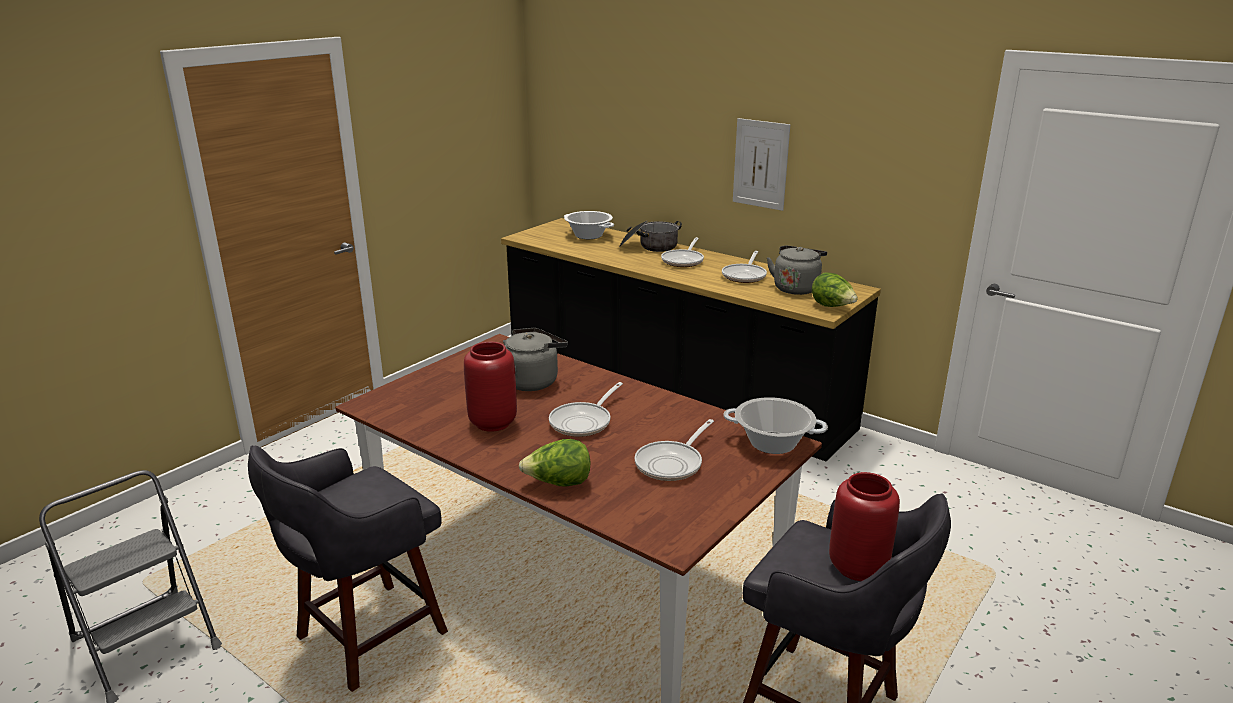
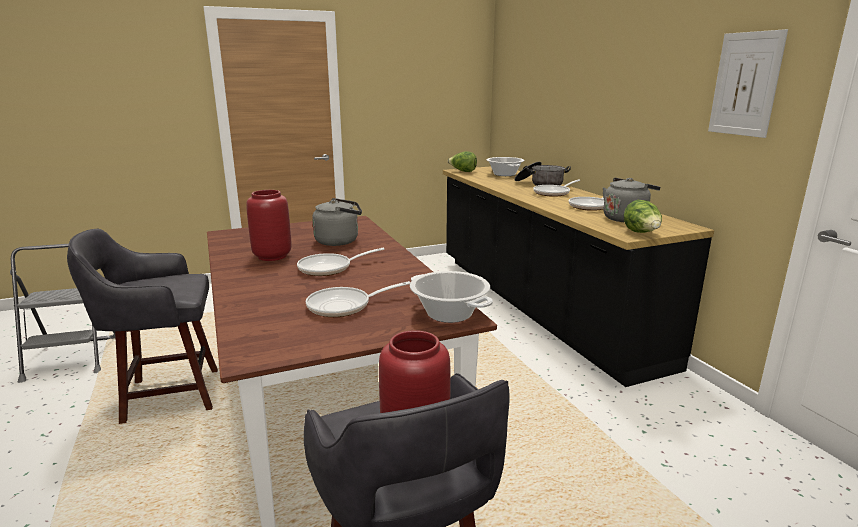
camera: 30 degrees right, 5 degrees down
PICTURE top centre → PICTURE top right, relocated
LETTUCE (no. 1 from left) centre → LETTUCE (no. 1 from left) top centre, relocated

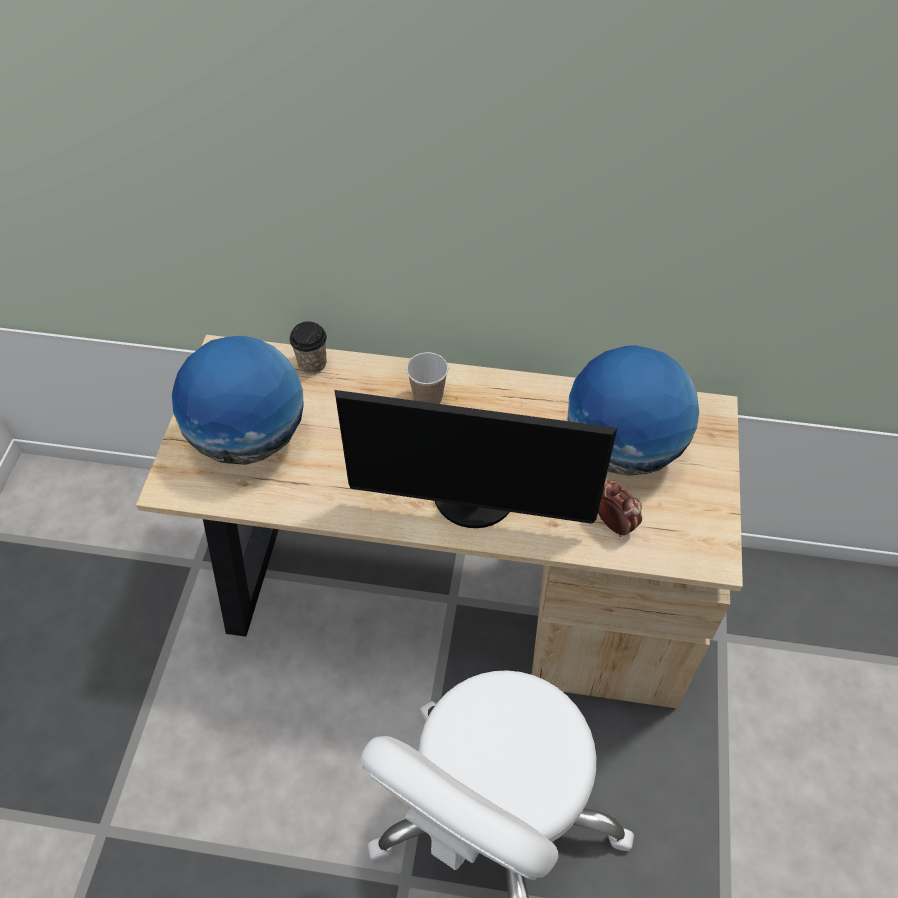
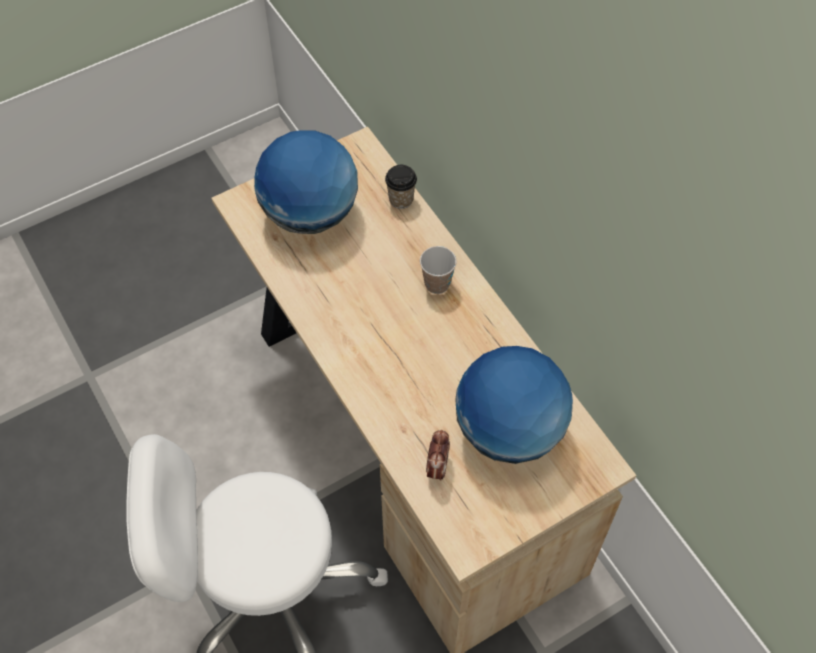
camera: 50 degrees right, 5 degrees up
MONITOR centre → -

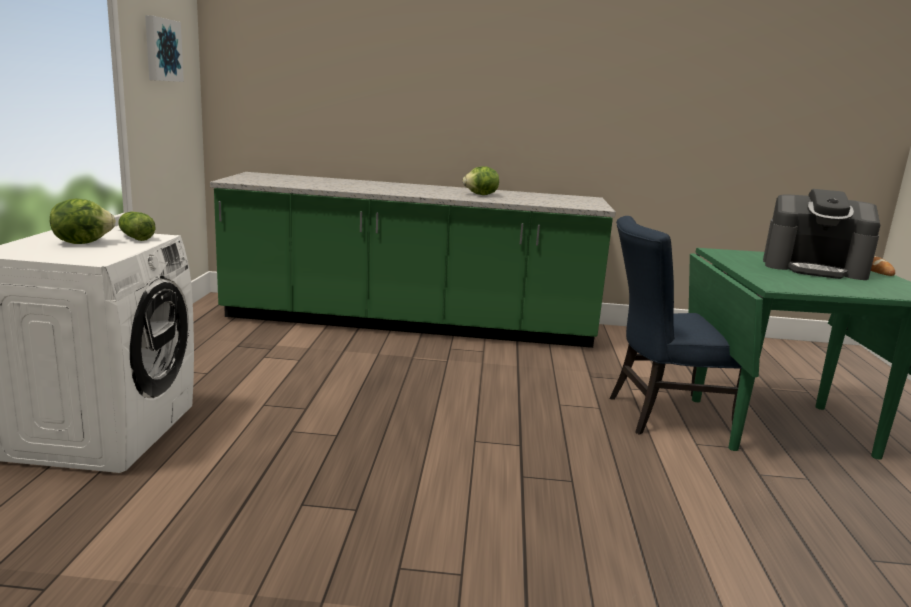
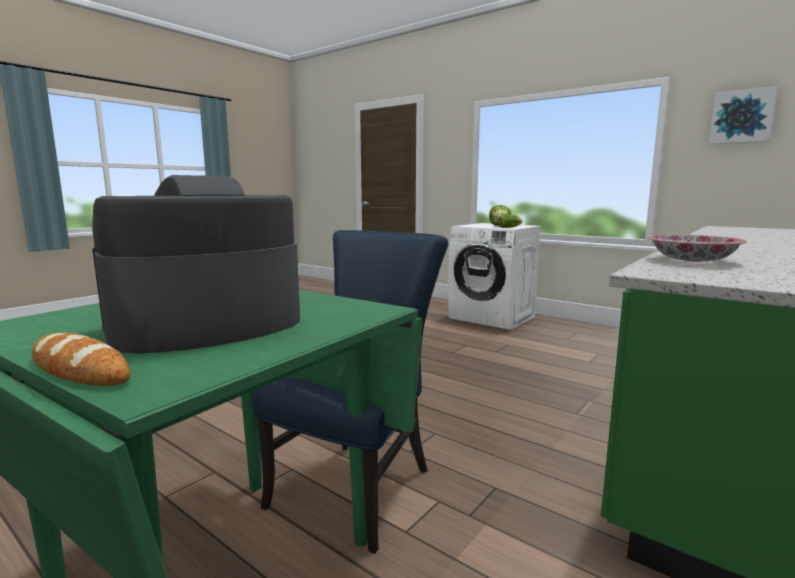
camera: 125 degrees right, 5 degrees down
LETTUCE (no. 3 from left) top centre → -
- → BOWL middle right

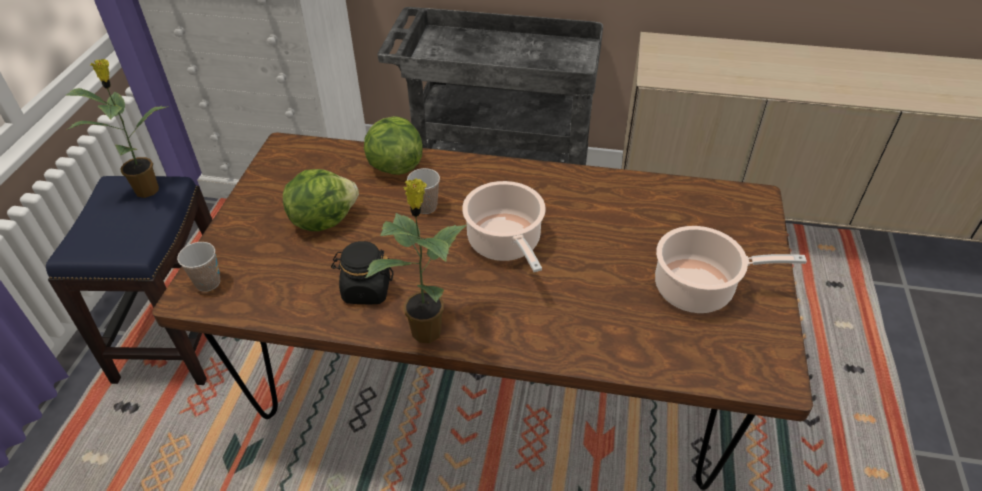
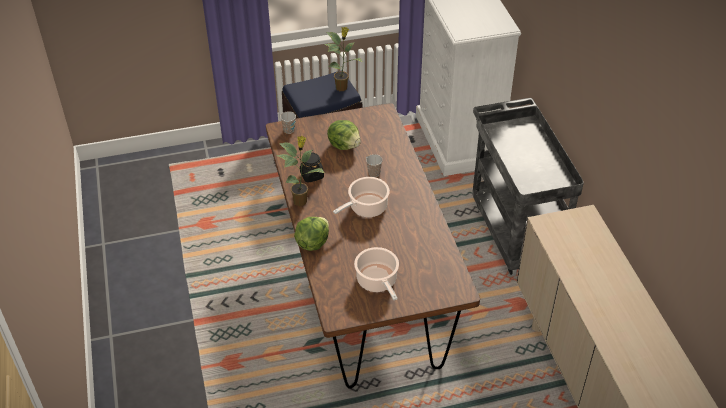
camera: 65 degrees right, 0 degrees up
LETTUCE (no. 2 from left in the first image) top centre → LETTUCE (no. 1 from left) centre, relocated

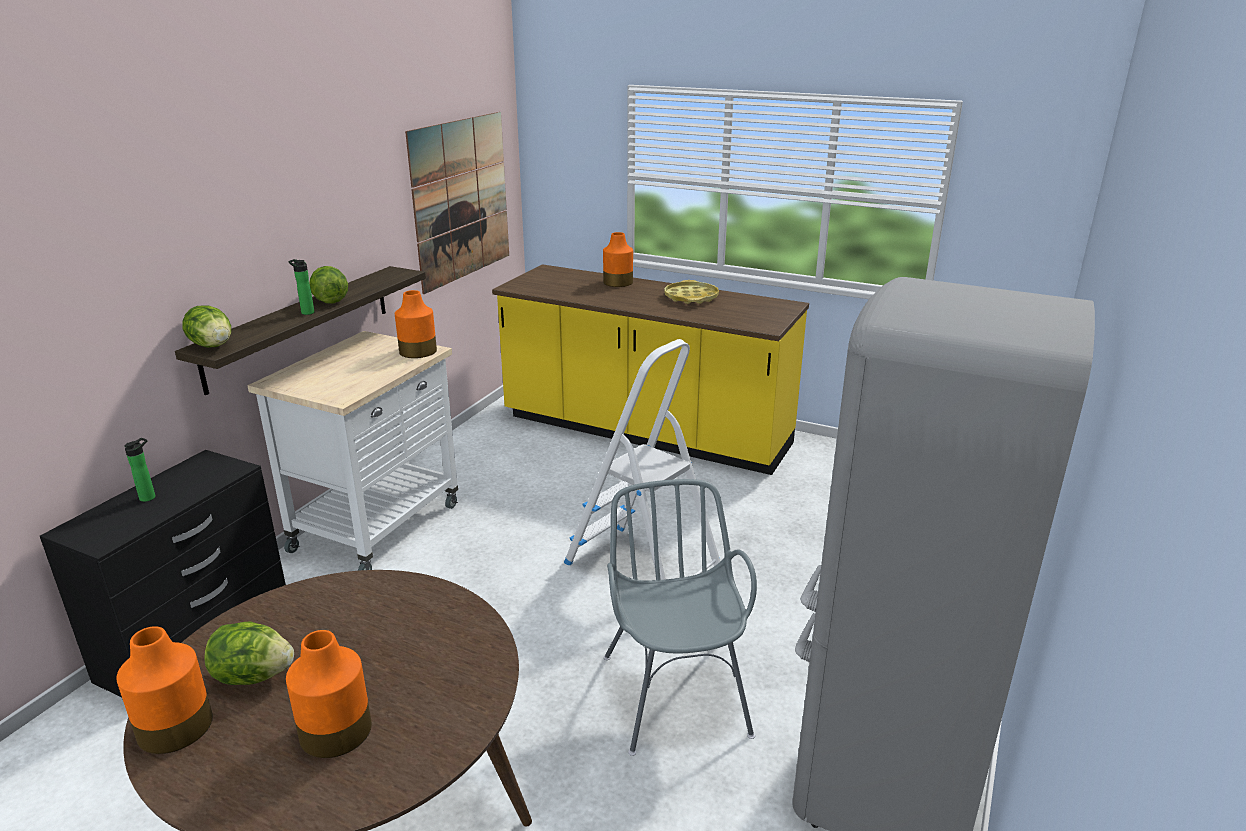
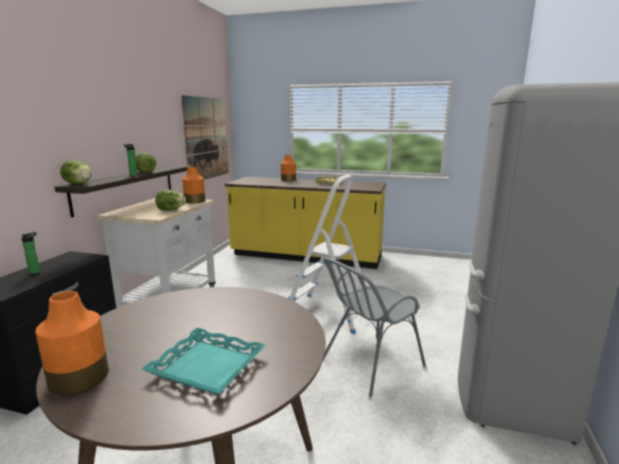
camera: 10 degrees left, 10 degrees down
GREY CHAIR bottom centre, 105 degrees counterclockwise
LETTUCE (no. 2 from left in the first image) bottom left → LETTUCE (no. 3 from left) middle left, relocated
ORANGE VASE (no. 2 from left) bottom left → TURQUOISE TRAY bottom left

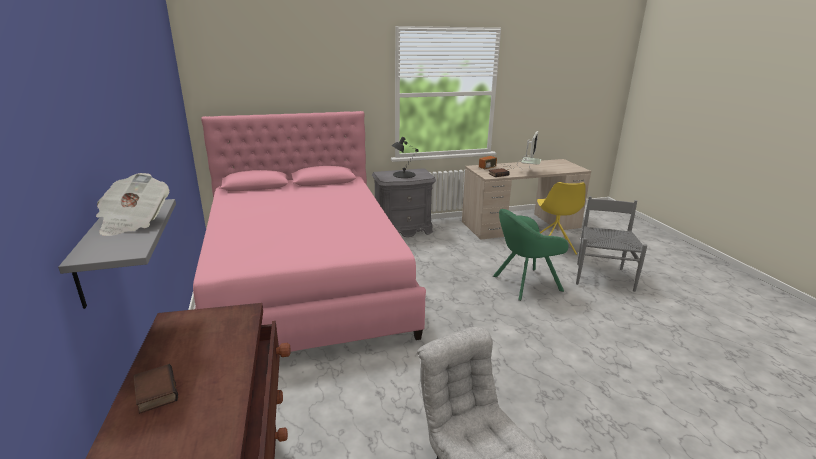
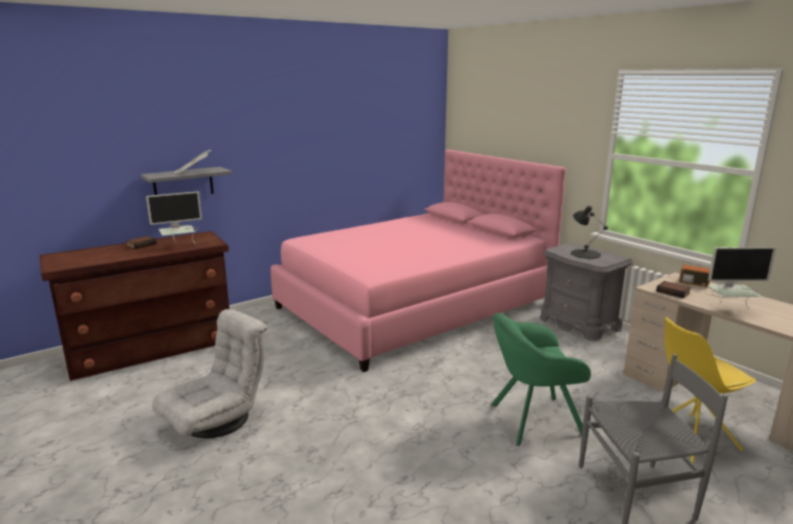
camera: 70 degrees right, 5 degrees down
GREEN ARMCHAIR centre → GREEN ARMCHAIR bottom right, 60 degrees counterclockwise
- → MONITOR (no. 1 from left) middle left

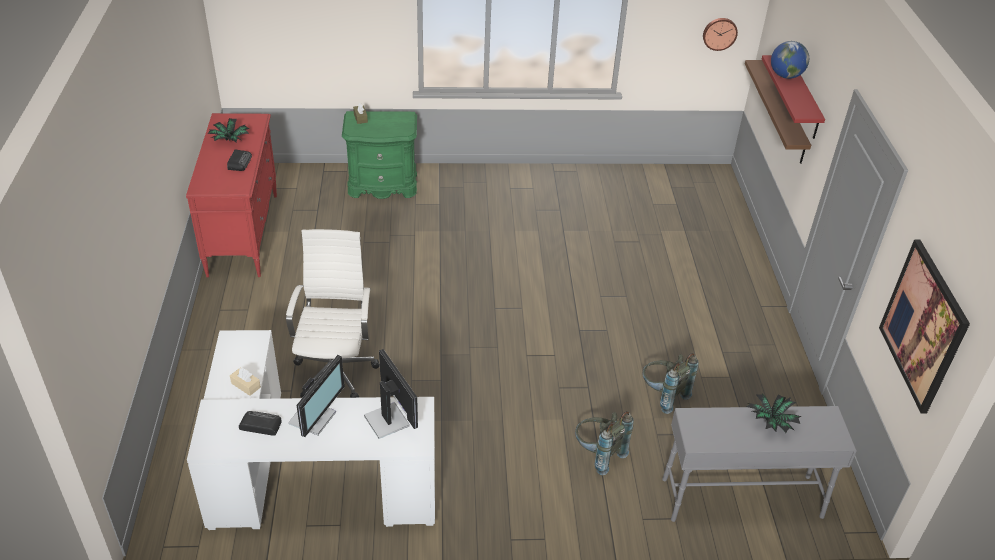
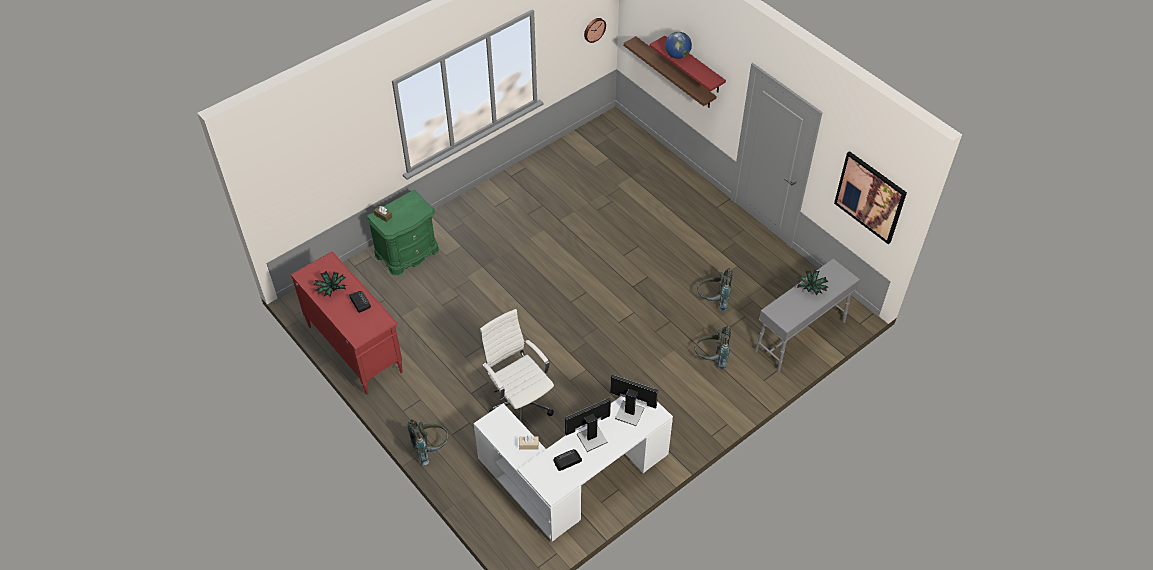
camera: 35 degrees left, 10 degrees up
MONITOR (no. 1 from left) bottom left → MONITOR (no. 1 from left) bottom centre, 105 degrees counterclockwise
- → GREY BACKPACK (no. 1 from left) bottom centre

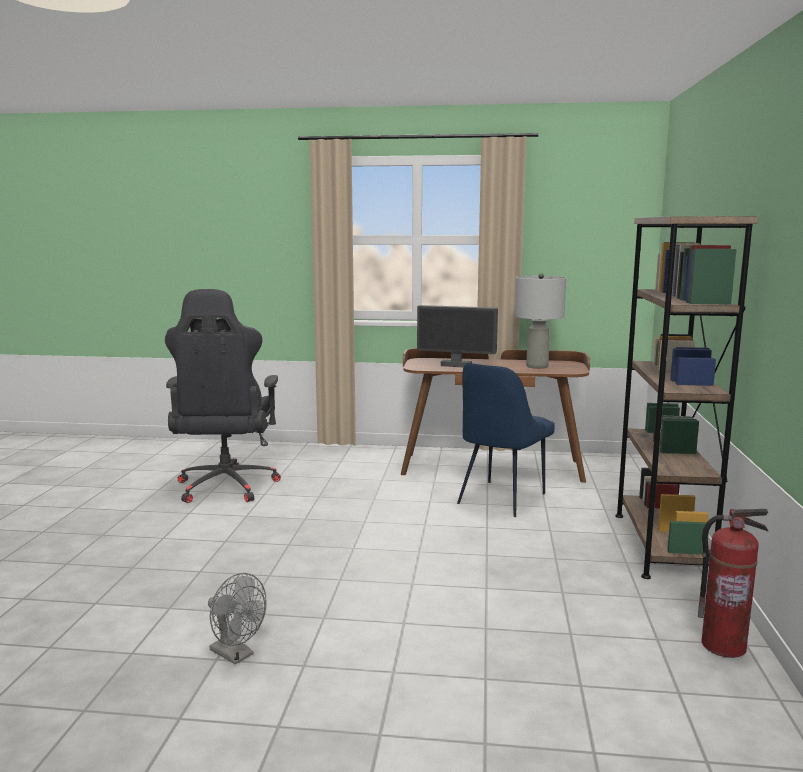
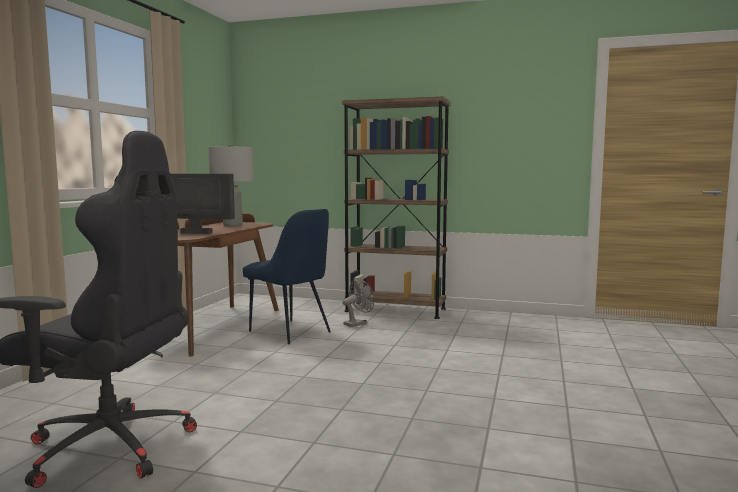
camera: 80 degrees left, 5 degrees down
MONITOR centre → MONITOR middle left, 105 degrees counterclockwise
FIRE EXTINGUISHER bottom right → -
GREY FAN bottom left → GREY FAN centre, relocated

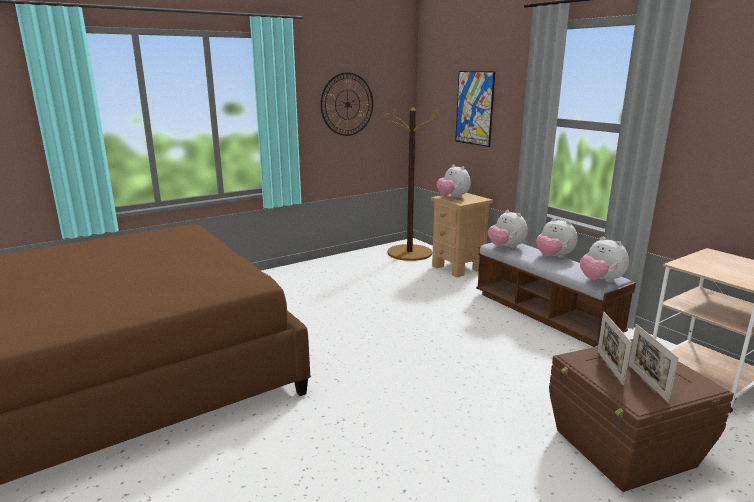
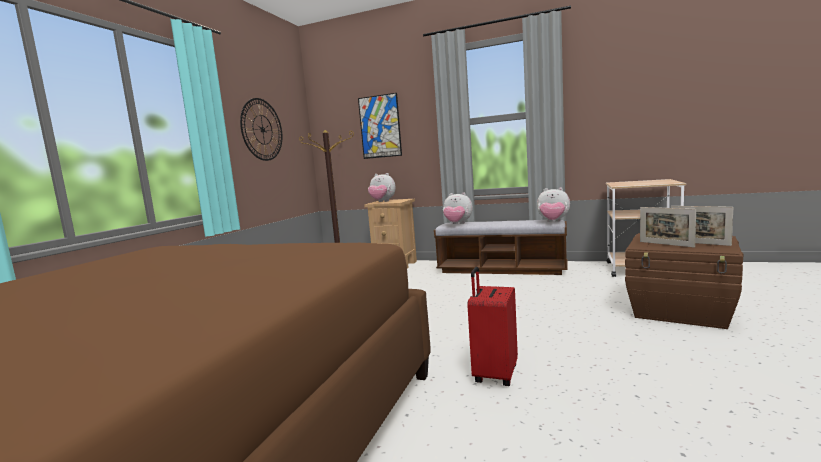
camera: 35 degrees left, 10 degrees down
PLUSH TOY (no. 3 from left) middle right → -
- → RED SUITCASE bottom centre

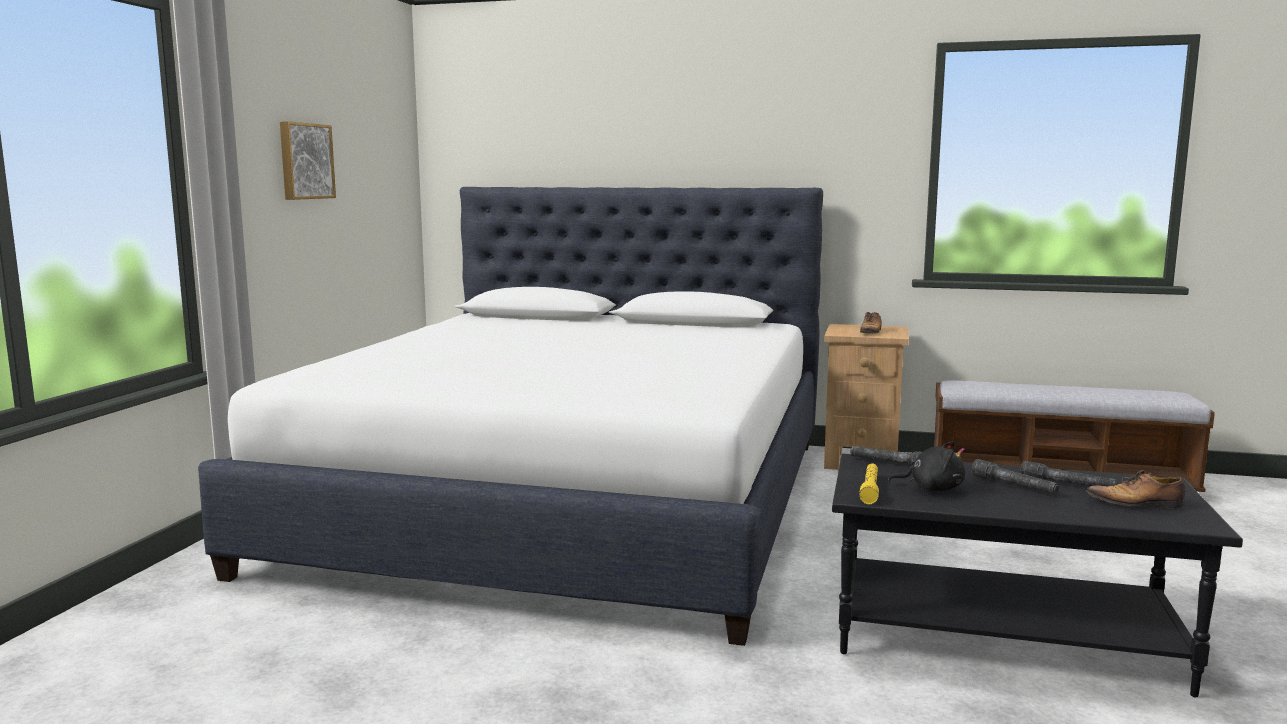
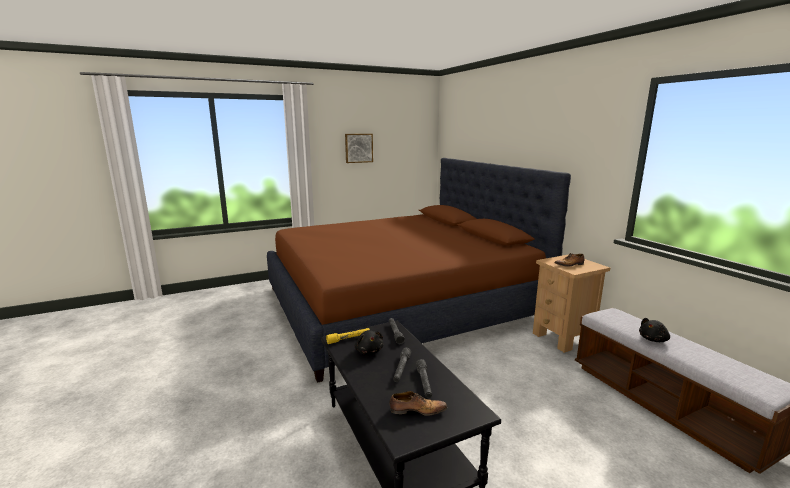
camera: 50 degrees right, 5 degrees up
WHITE BED centre → BROWN BED centre
SHOE (no. 2 from left in the first image) bottom right → SHOE (no. 1 from left) bottom centre, 120 degrees clockwise
- → BLACK PLUSH TOY (no. 2 from left) bottom right

